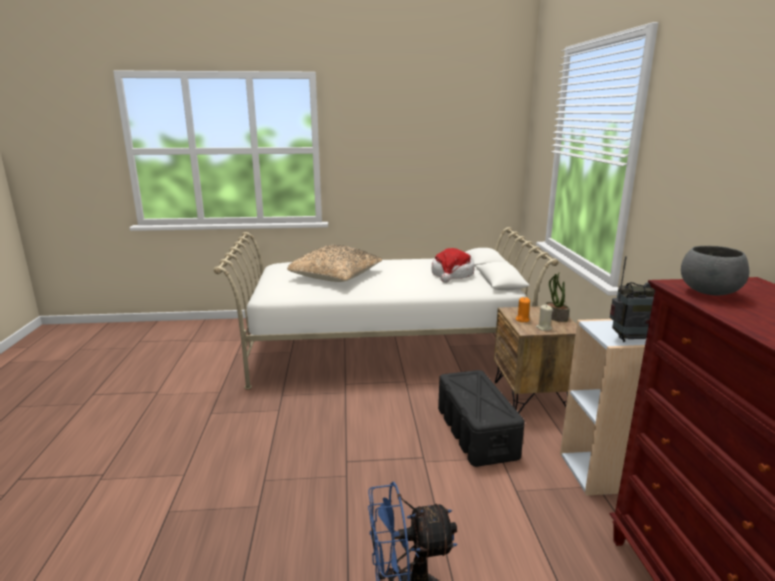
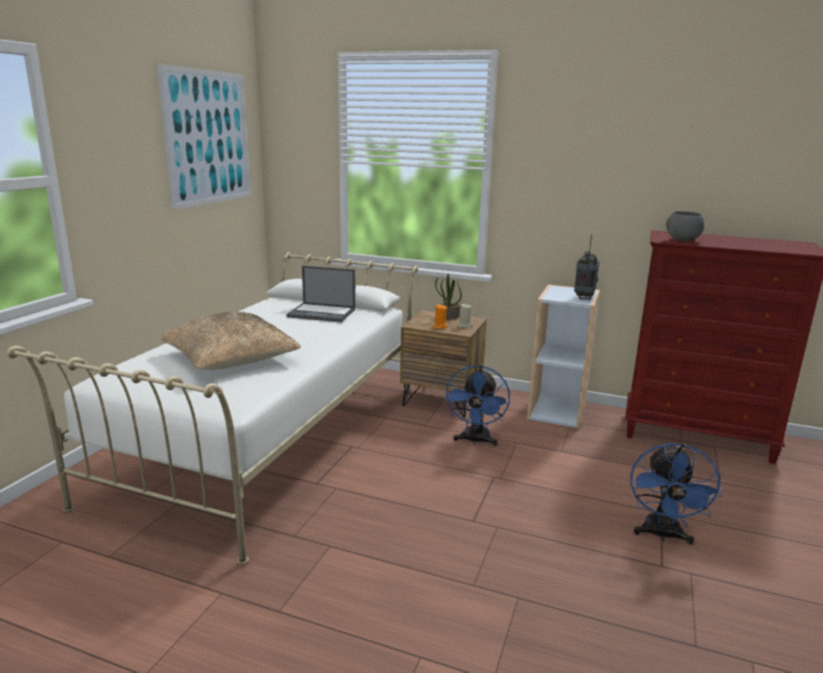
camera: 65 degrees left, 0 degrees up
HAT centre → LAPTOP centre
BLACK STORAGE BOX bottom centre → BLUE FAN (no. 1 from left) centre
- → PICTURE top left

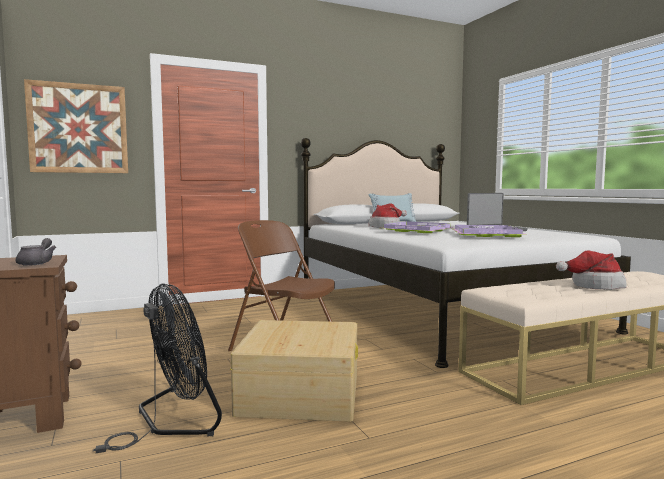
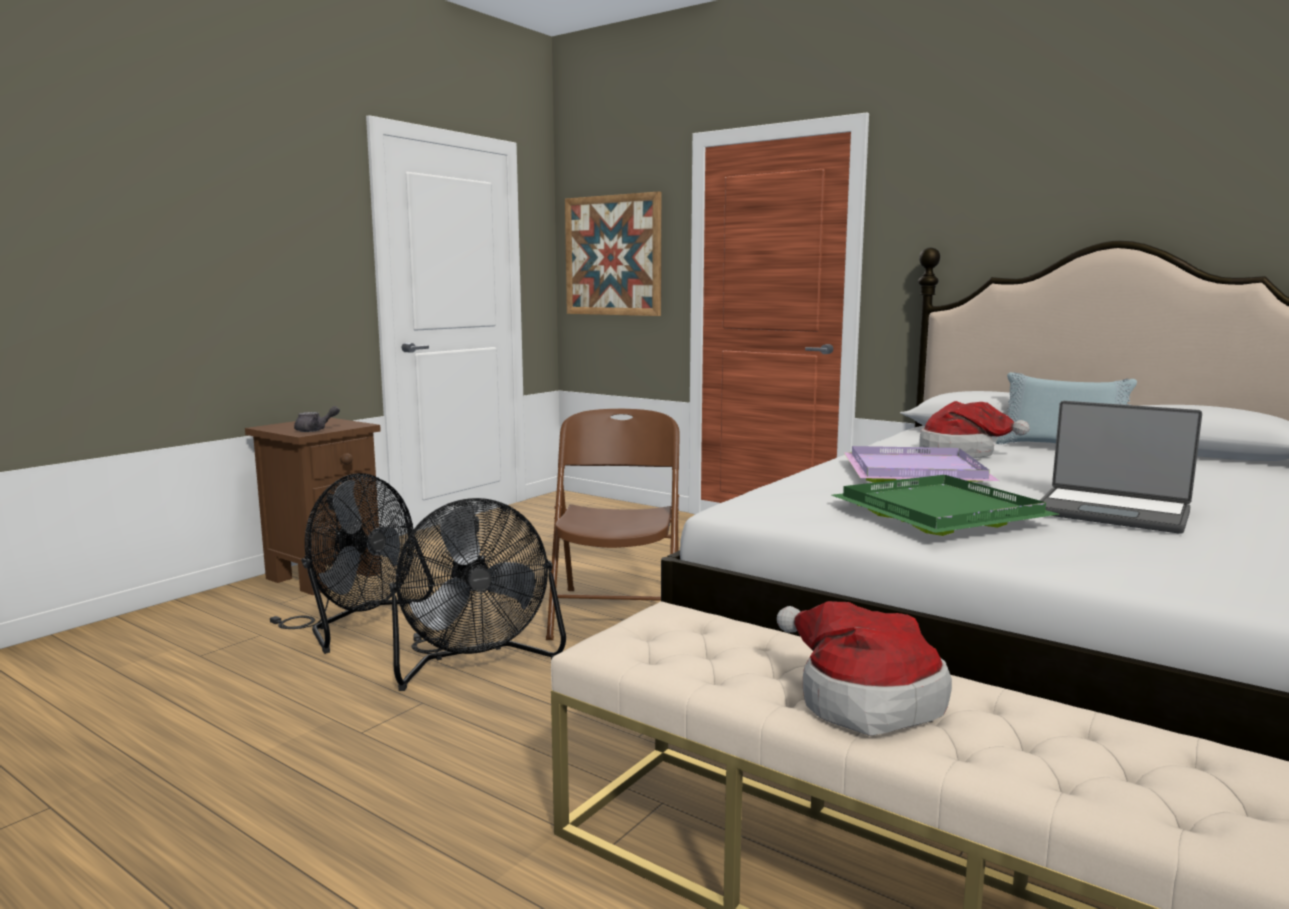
camera: 60 degrees right, 5 degrees up
PURPLE TRAY (no. 2 from left) middle right → GREEN TRAY middle right
BEIGE STORAGE BOX bottom centre → BLACK FAN (no. 2 from left) centre

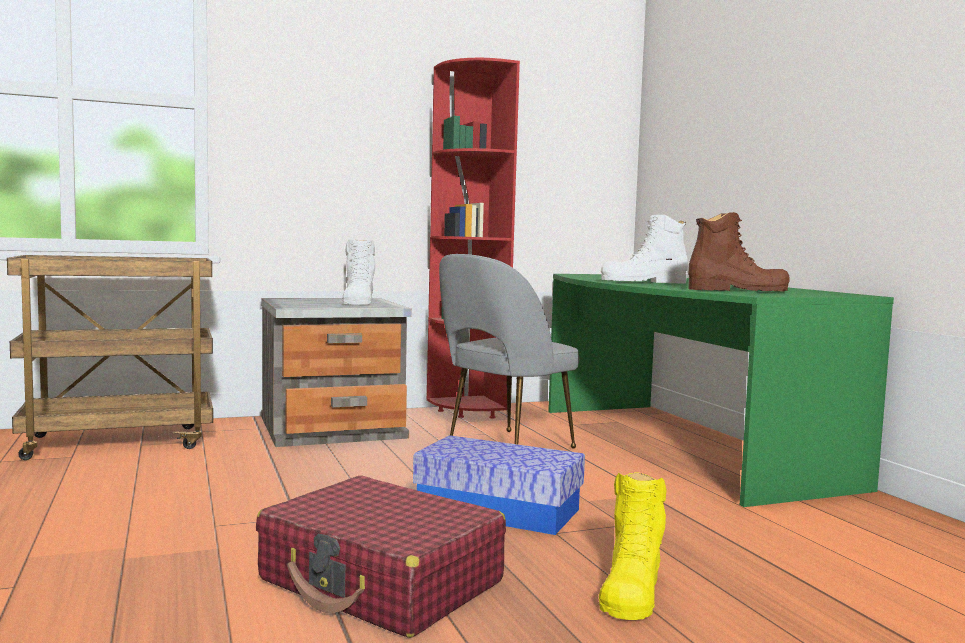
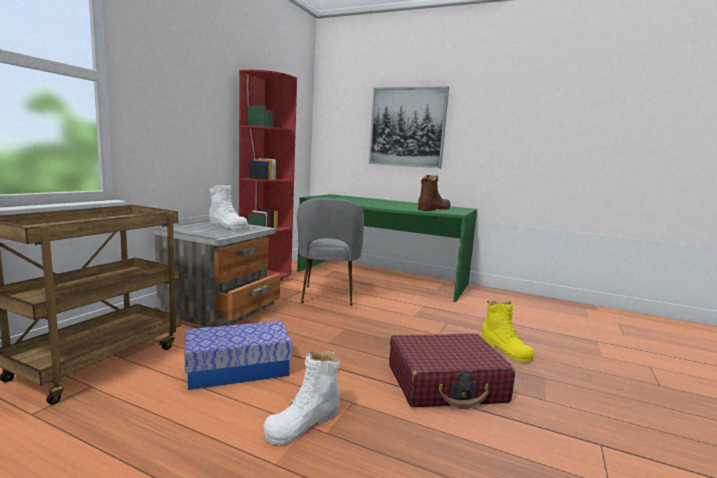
camera: 45 degrees left, 5 degrees up
WHITE BOOT (no. 2 from left) middle right → WHITE BOOT (no. 2 from left) bottom centre, relocated
STORAGE BOX bottom centre → STORAGE BOX bottom left, relocated
- → PICTURE top centre

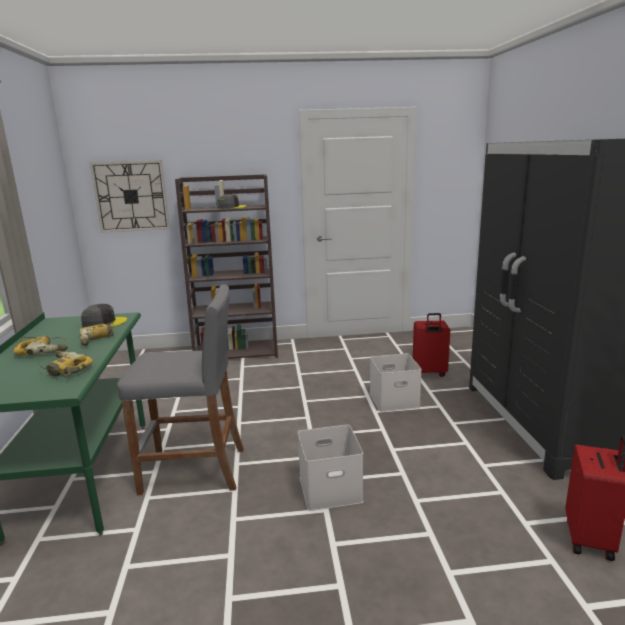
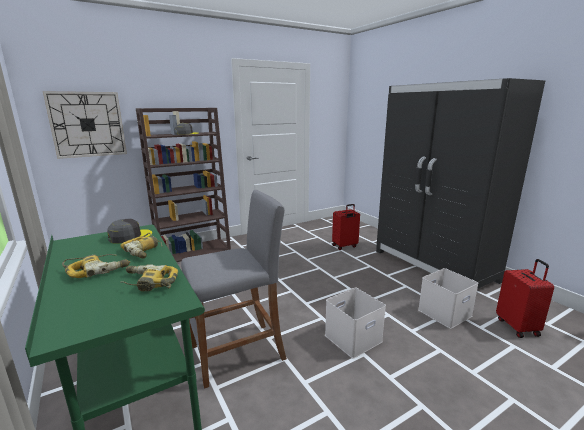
camera: 25 degrees left, 0 degrees up
WHITE STORAGE BOX (no. 2 from left) centre → WHITE STORAGE BOX (no. 2 from left) bottom right, relocated

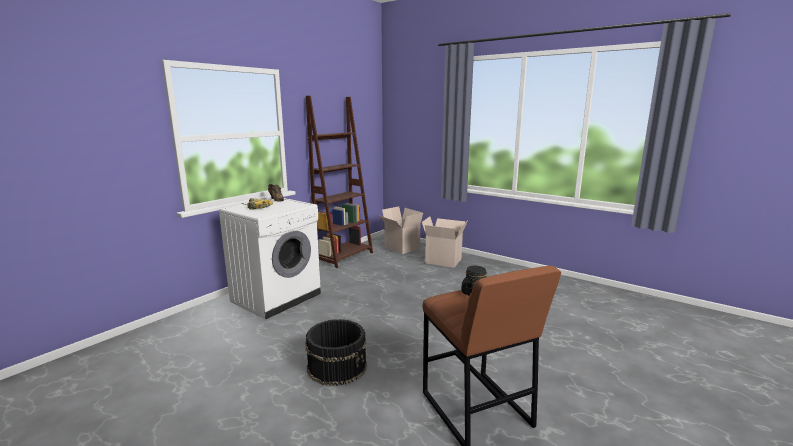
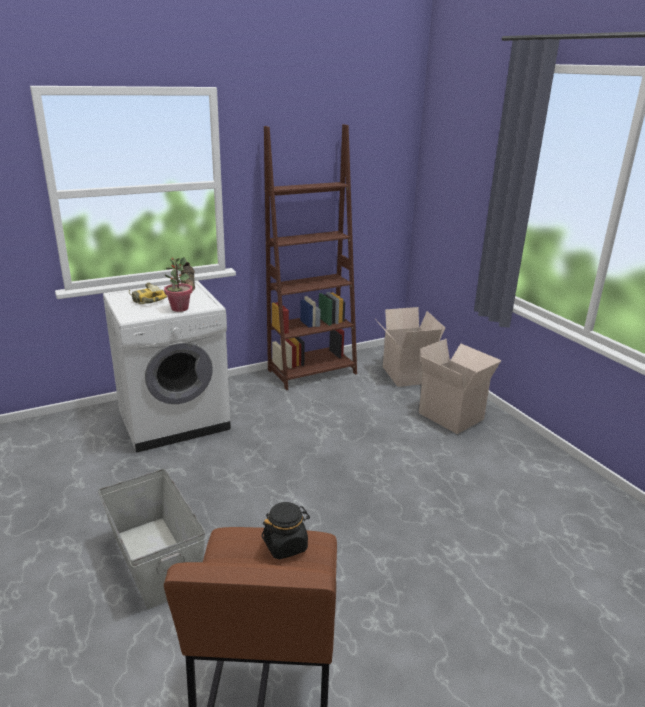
camera: 25 degrees right, 10 degrees up
BLACK BUCKET bottom centre → GREY STORAGE BOX bottom left
- → POTTED PLANT middle left

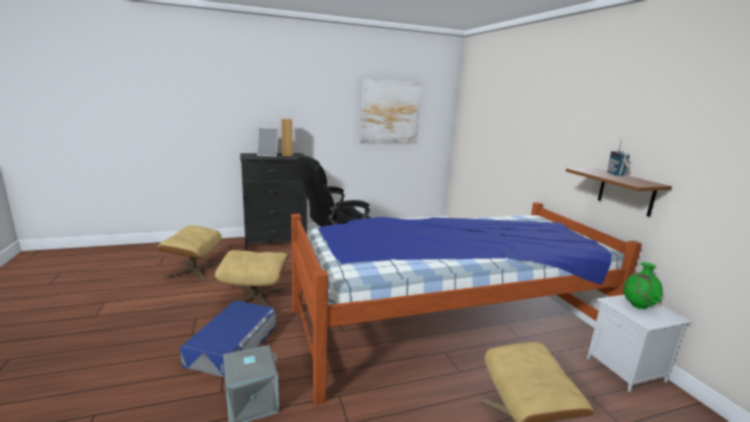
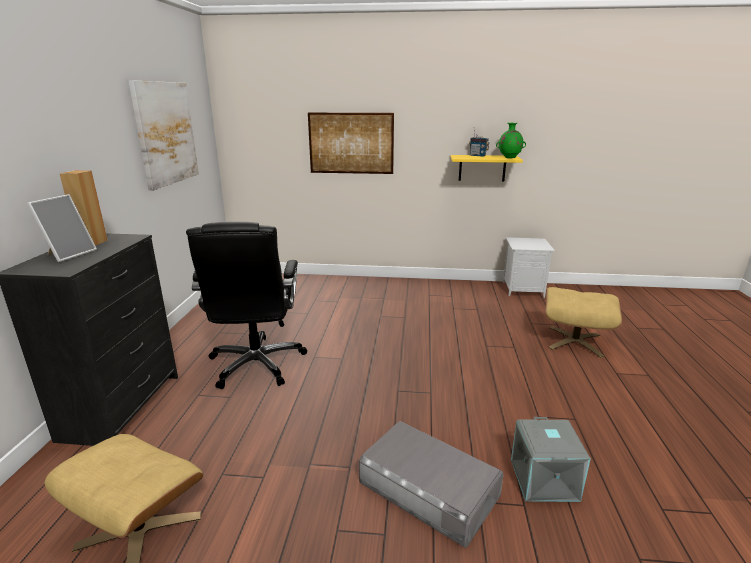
camera: 65 degrees left, 5 degrees up
BROWN SHELF middle right → YELLOW SHELF top centre
BED bottom centre → -
BEIGE OTTOMAN (no. 2 from left) centre → -
GREEN VASE bottom right → GREEN VASE top right, relocated
BLUE STORAGE BOX bottom left → GREY STORAGE BOX (no. 1 from left) bottom centre
- → PICTURE (no. 2 from left) top centre

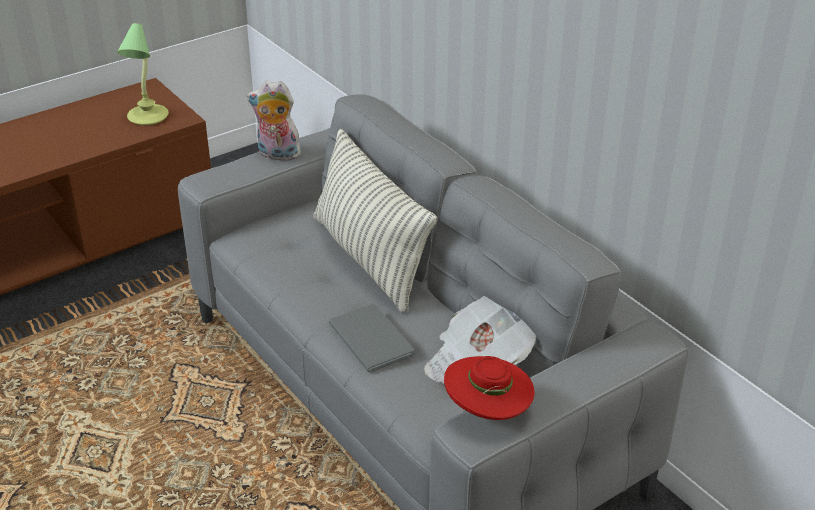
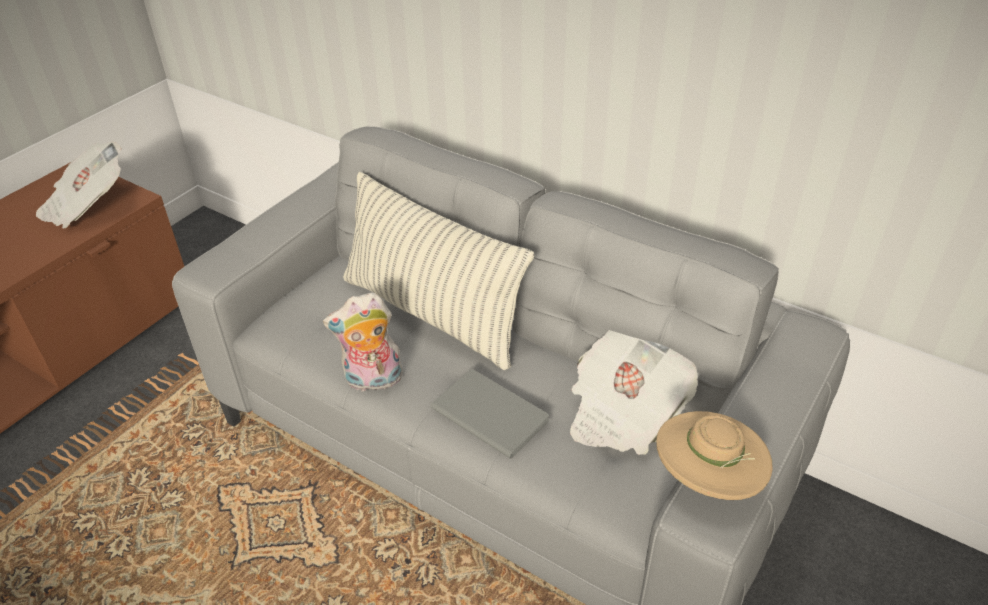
camera: 20 degrees left, 5 degrees up
TABLE LAMP top left → NEWSPAPER (no. 1 from left) top left
PLUSH TOY top centre → PLUSH TOY centre, relocated
RED HAT bottom centre → BEIGE HAT bottom right

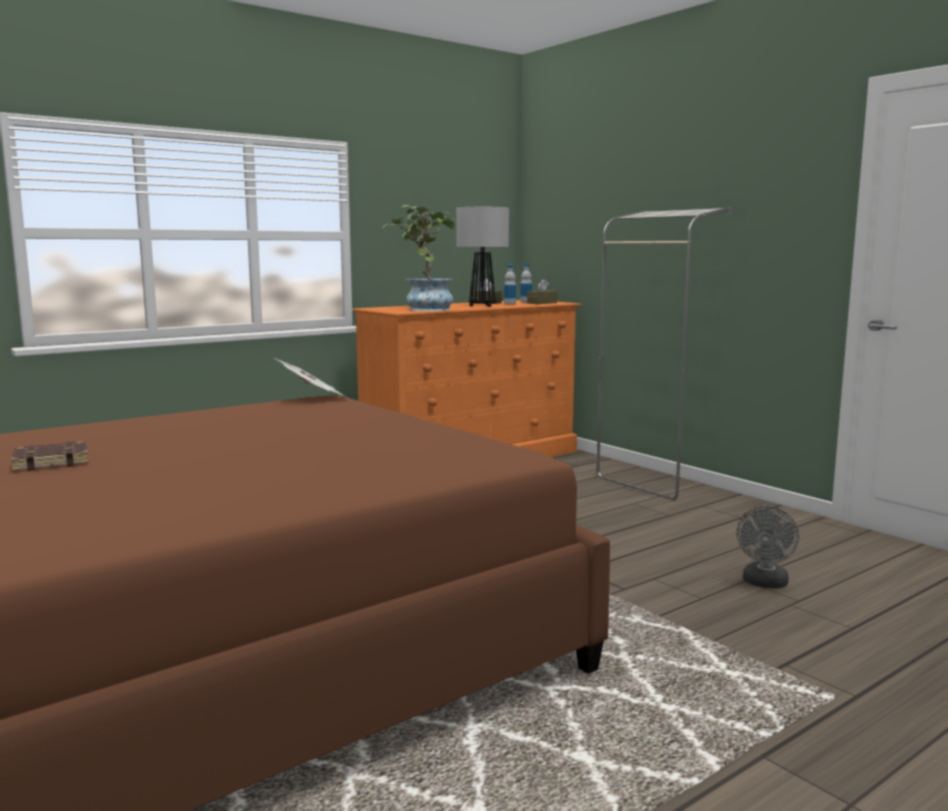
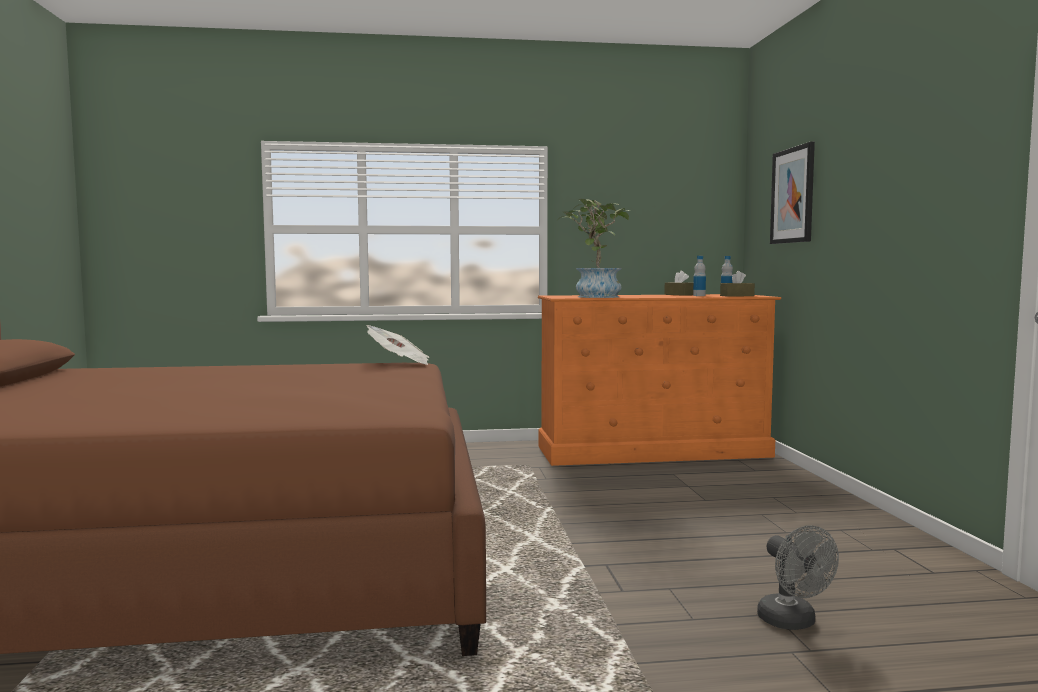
camera: 30 degrees right, 5 degrees down
GREY CLOTHES RACK middle right → -
TABLE LAMP top centre → -
BROWN BOOK middle left → -
GREY FAN bottom right, 75 degrees counterclockwise
- → PICTURE top right

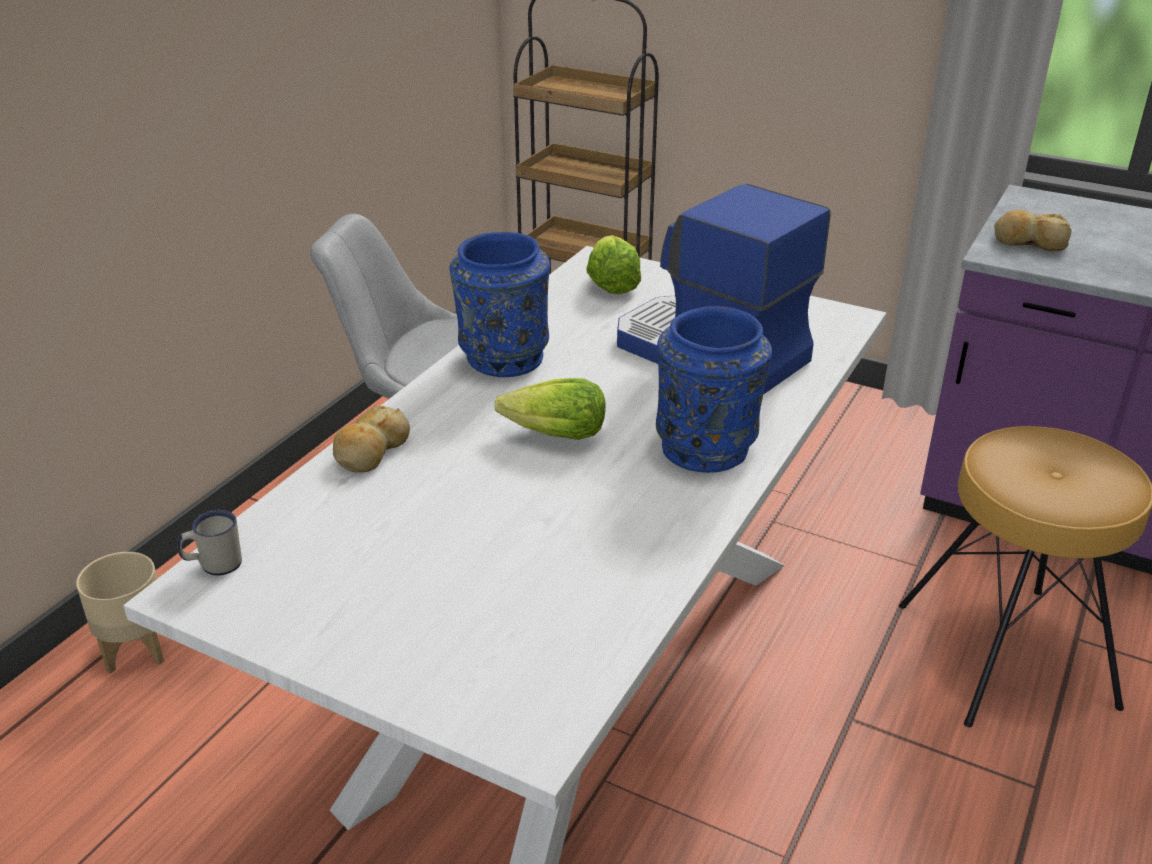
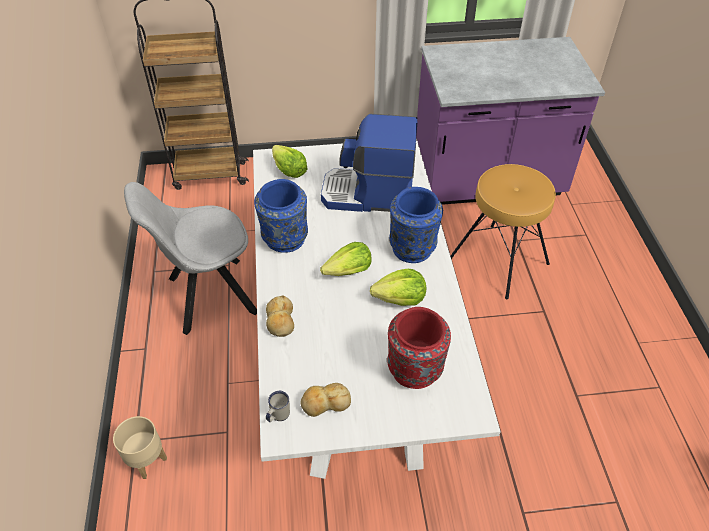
camera: 35 degrees left, 15 degrees up
BREAD (no. 2 from left) top right → BREAD (no. 2 from left) bottom centre, relocated
- → LETTUCE (no. 3 from left) centre
- → RED VASE centre

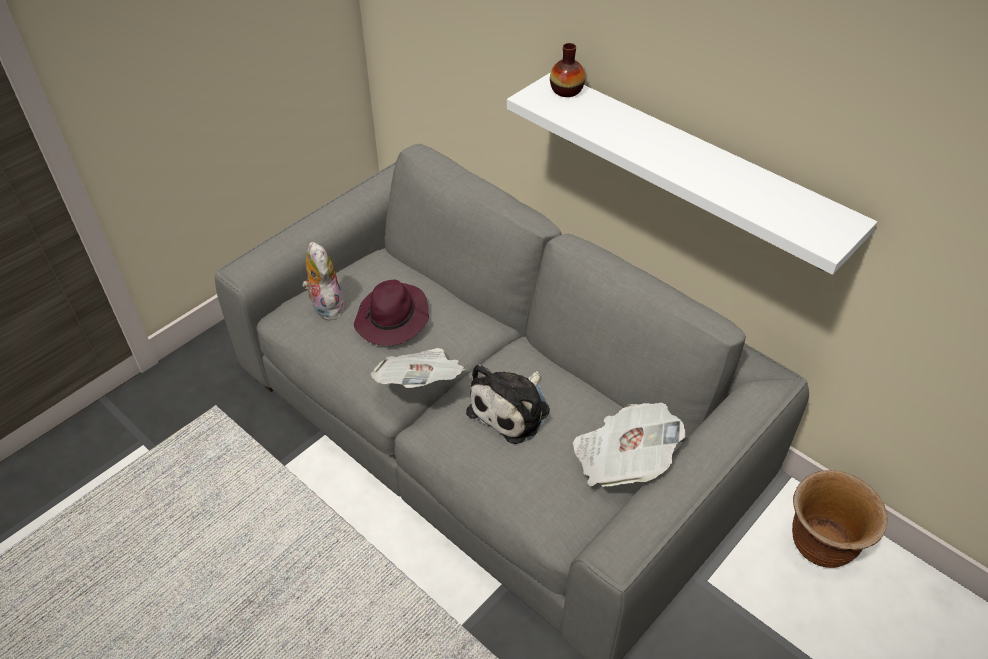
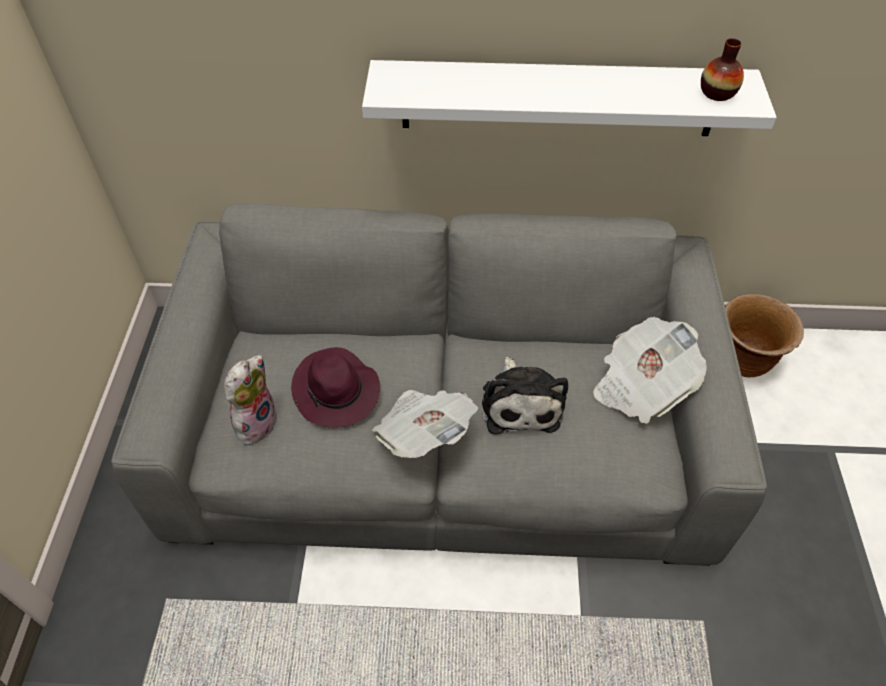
camera: 40 degrees left, 5 degrees up
VASE top centre → VASE top right, relocated
PLUSH TOY (no. 1 from left) middle left, 90 degrees clockwise

